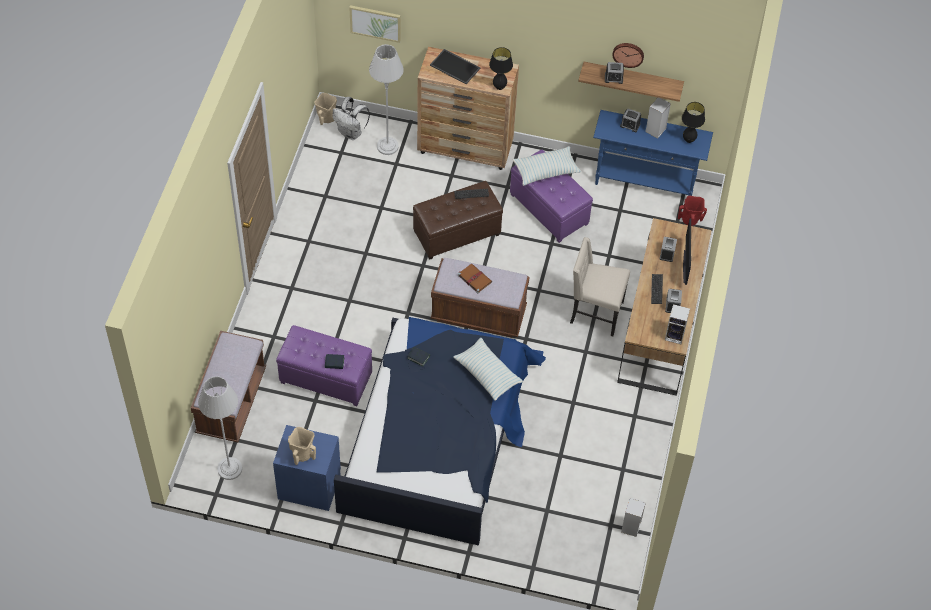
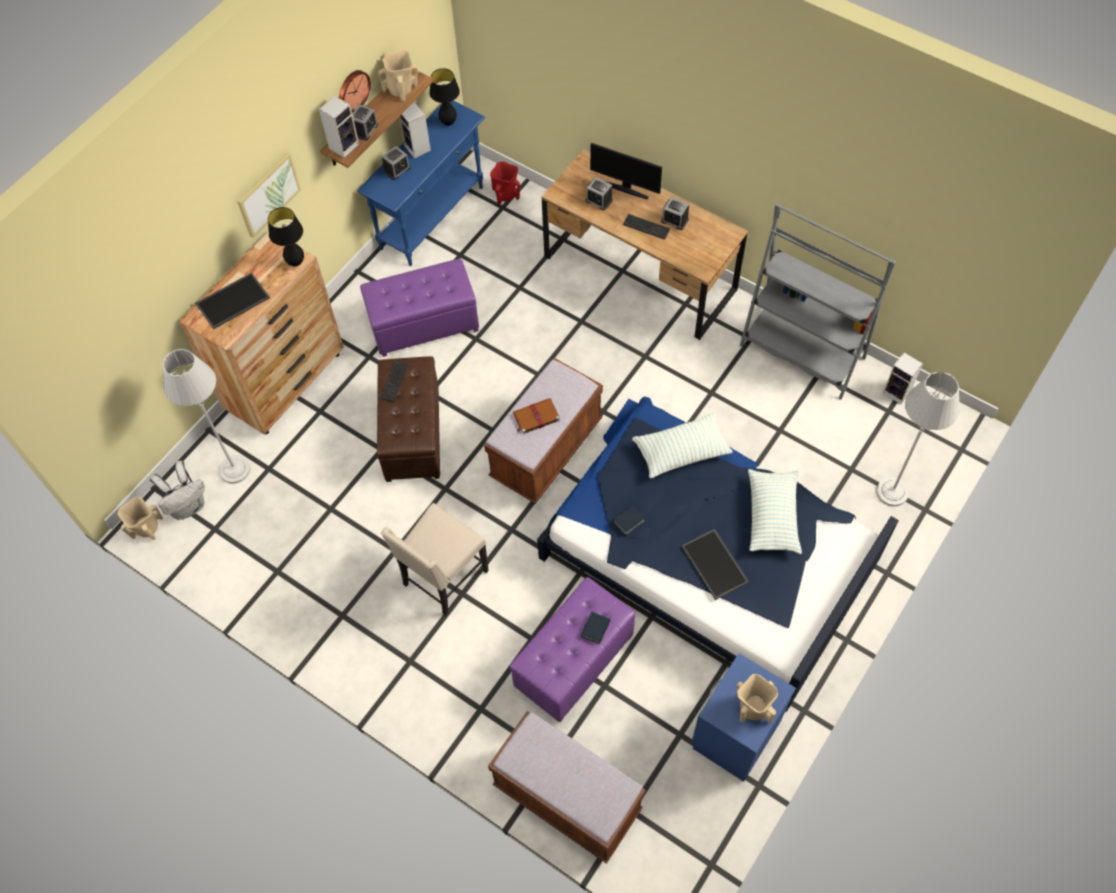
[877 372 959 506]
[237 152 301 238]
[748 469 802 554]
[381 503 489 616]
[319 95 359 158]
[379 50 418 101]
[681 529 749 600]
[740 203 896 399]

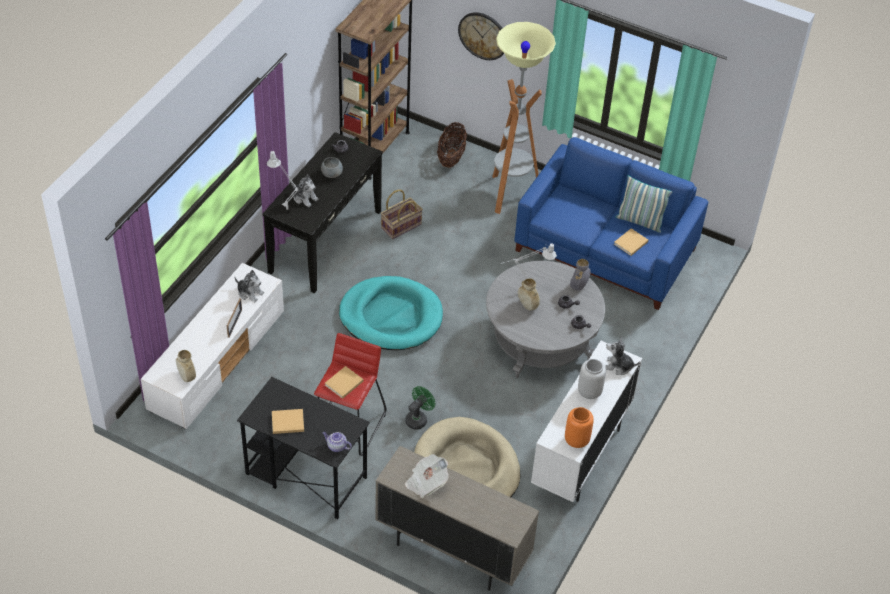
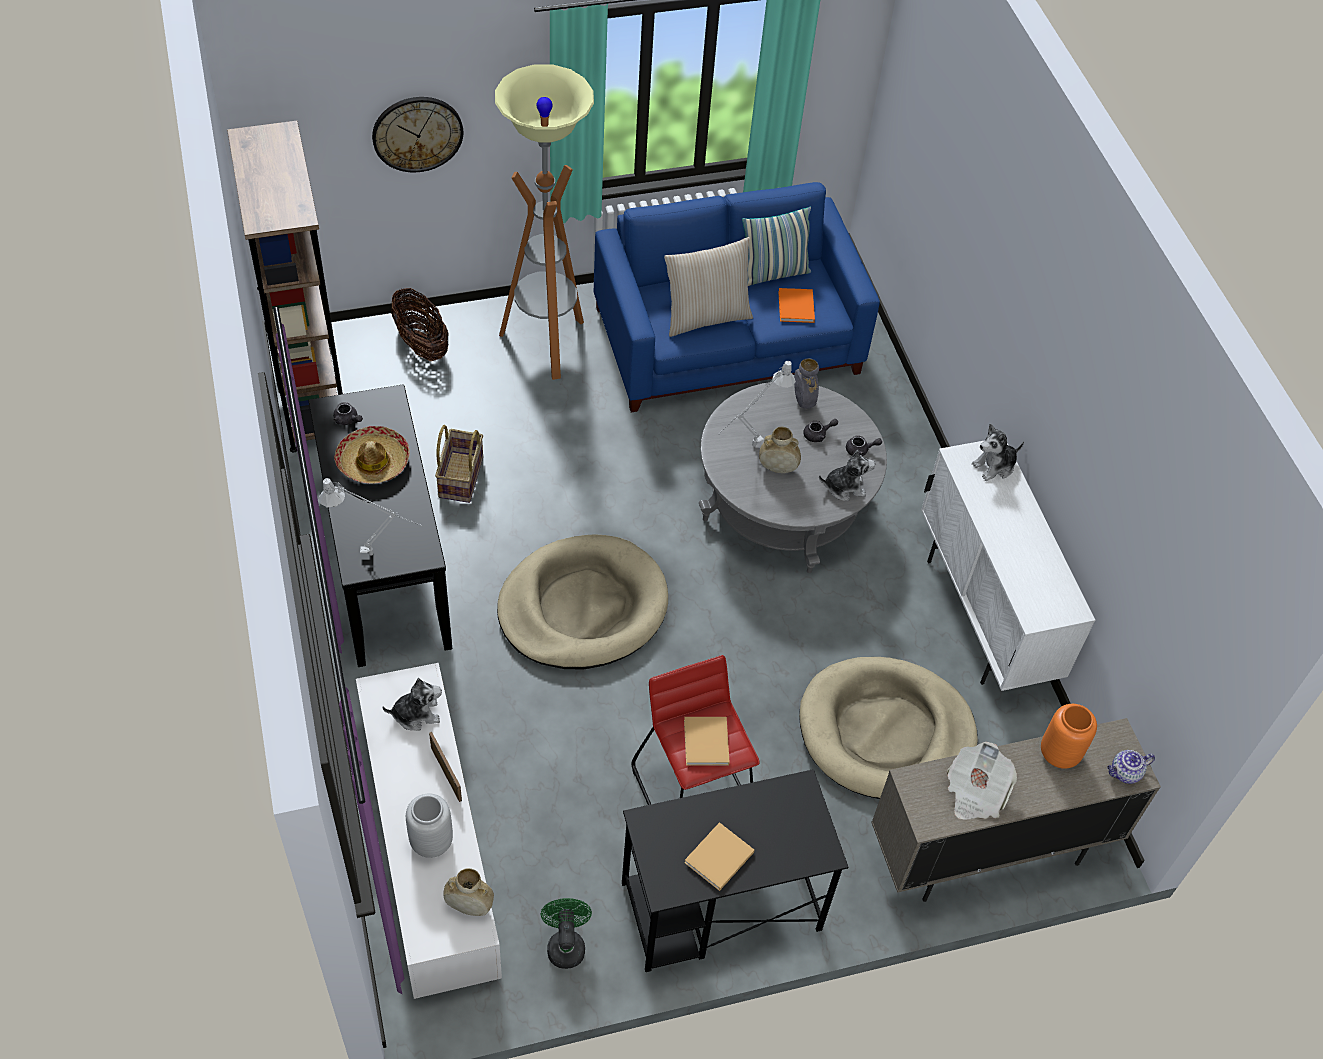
[819 450 875 501]
[334 426 410 484]
[1107 750 1155 784]
[497 534 668 669]
[541 898 592 969]
[1041 704 1097 769]
[406 794 453 858]
[778 288 815 323]
[664 237 753 337]

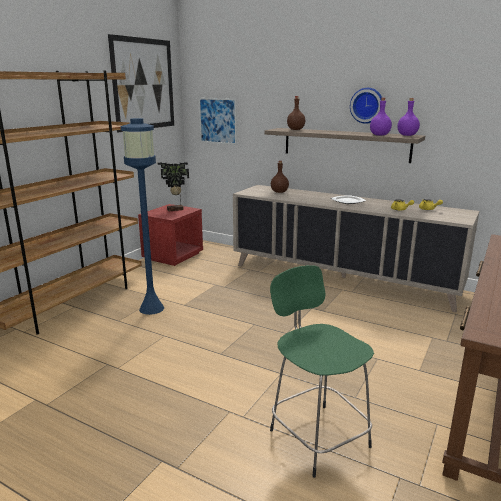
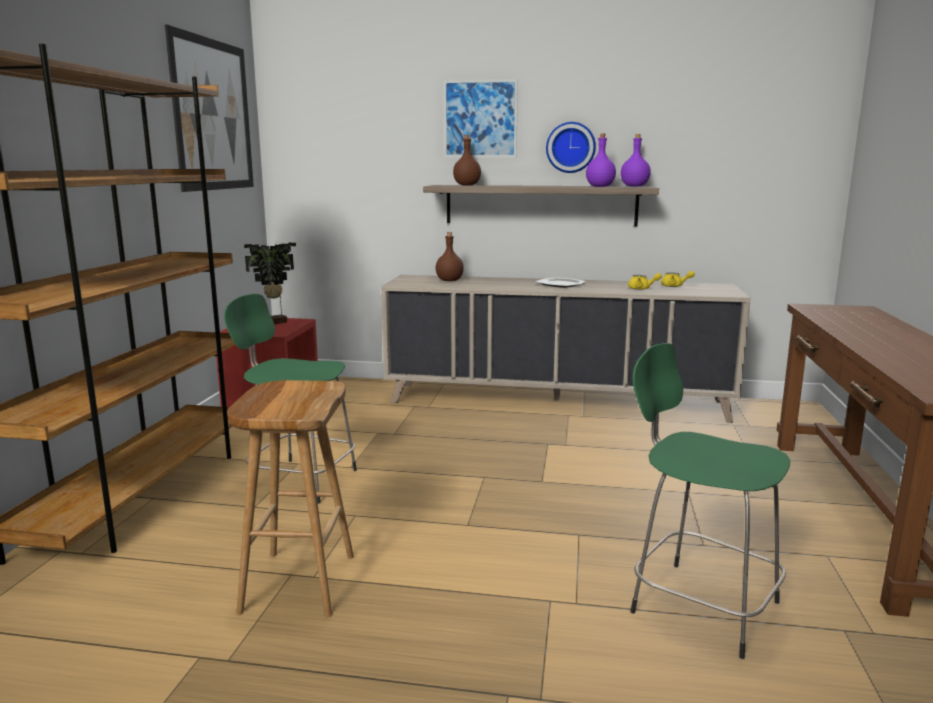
[224 294 357 504]
[444 79 518 157]
[227 380 354 617]

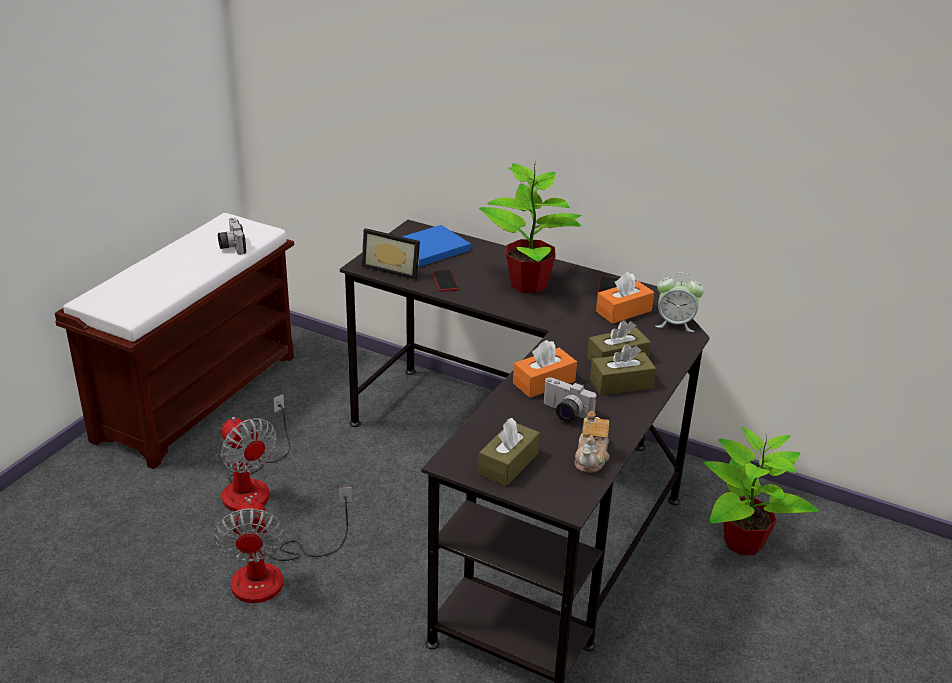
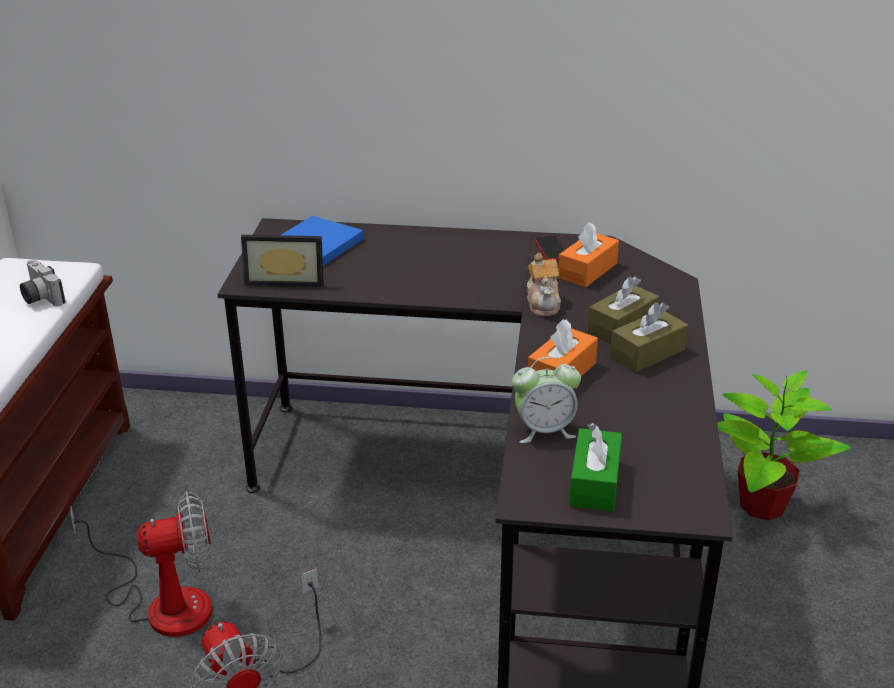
[71 491 212 637]
[432 270 459 291] (first image)
[569 423 622 511]
[479 160 582 293] (first image)
[544 377 597 422] (first image)
[527 253 561 316]
[512 357 581 443]

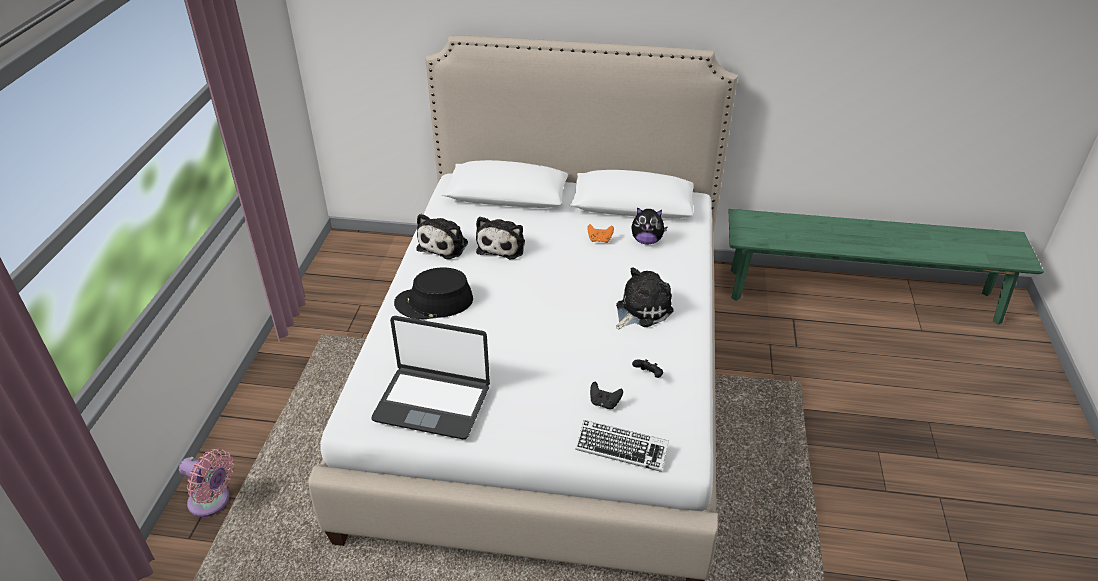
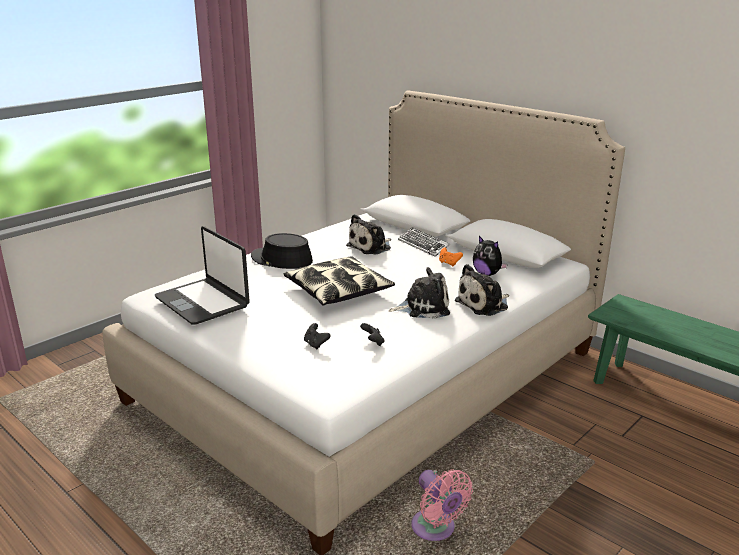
[411 469 473 541]
[454 264 509 316]
[398 227 450 257]
[283 256 395 306]

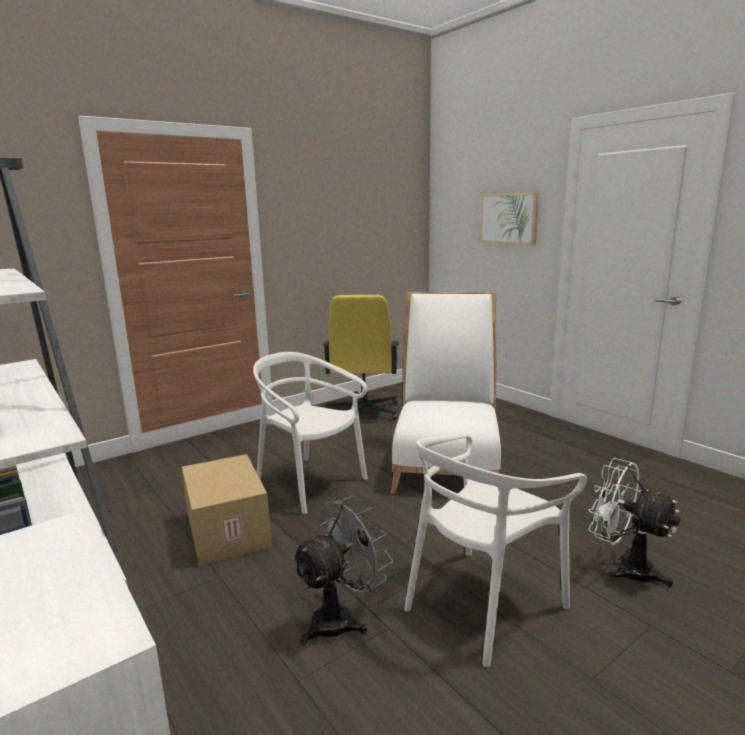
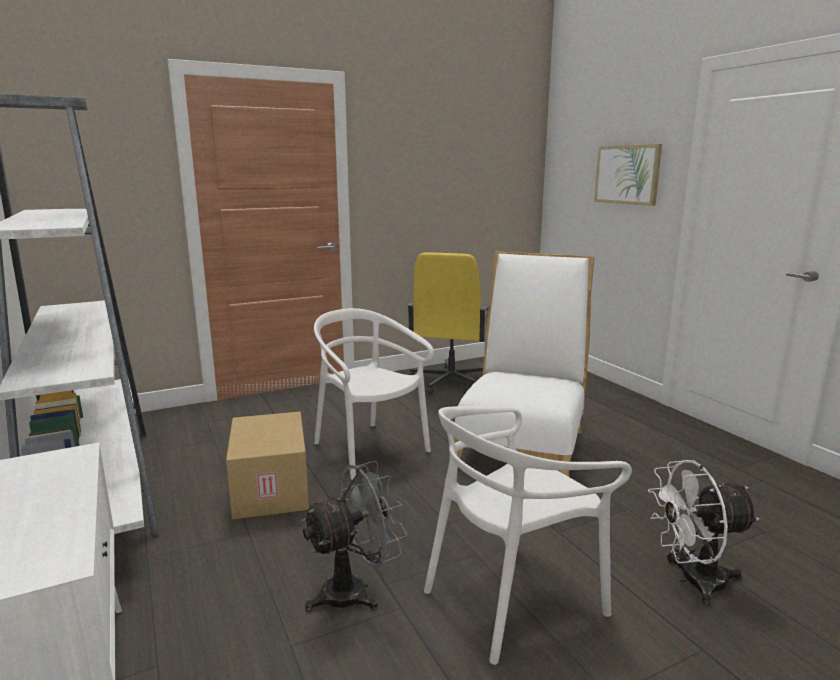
[648 460 759 606]

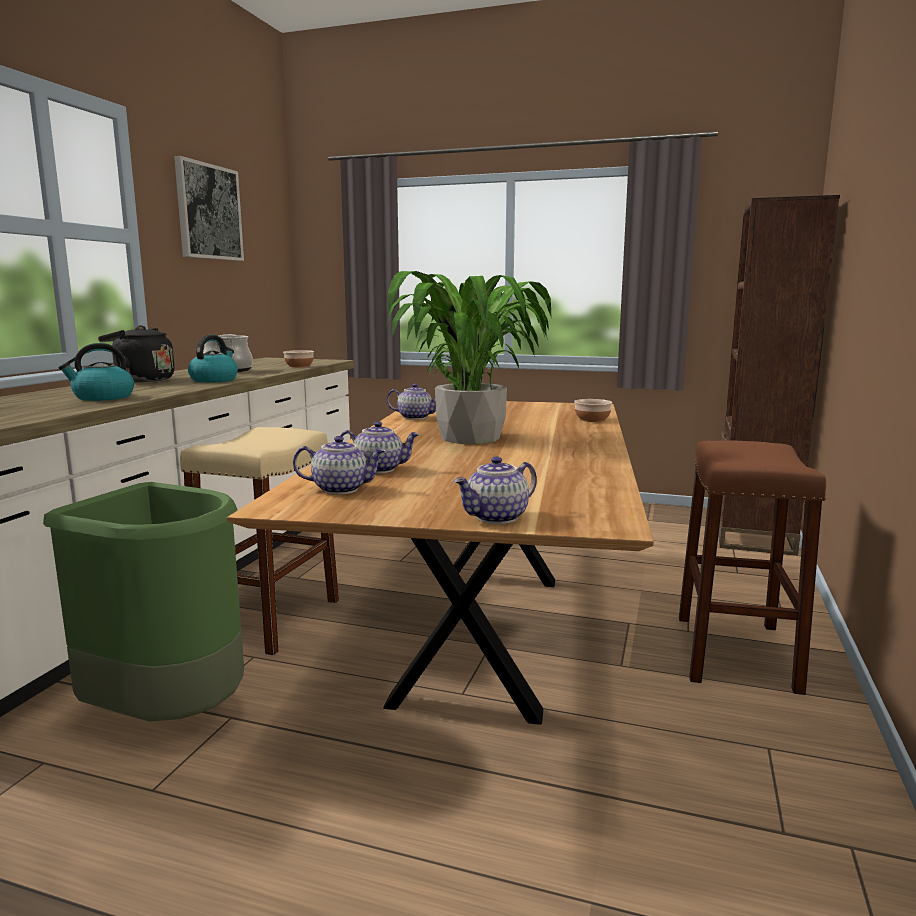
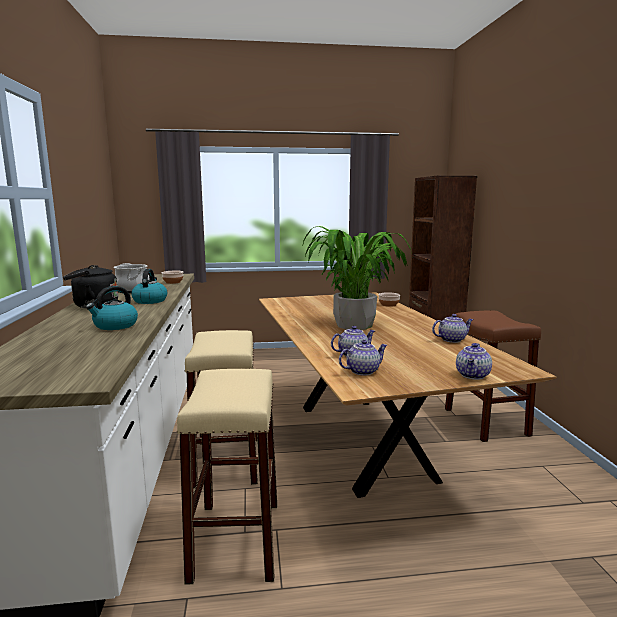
[177 369 277 585]
[174 156 244 261] (first image)
[432 314 473 343]

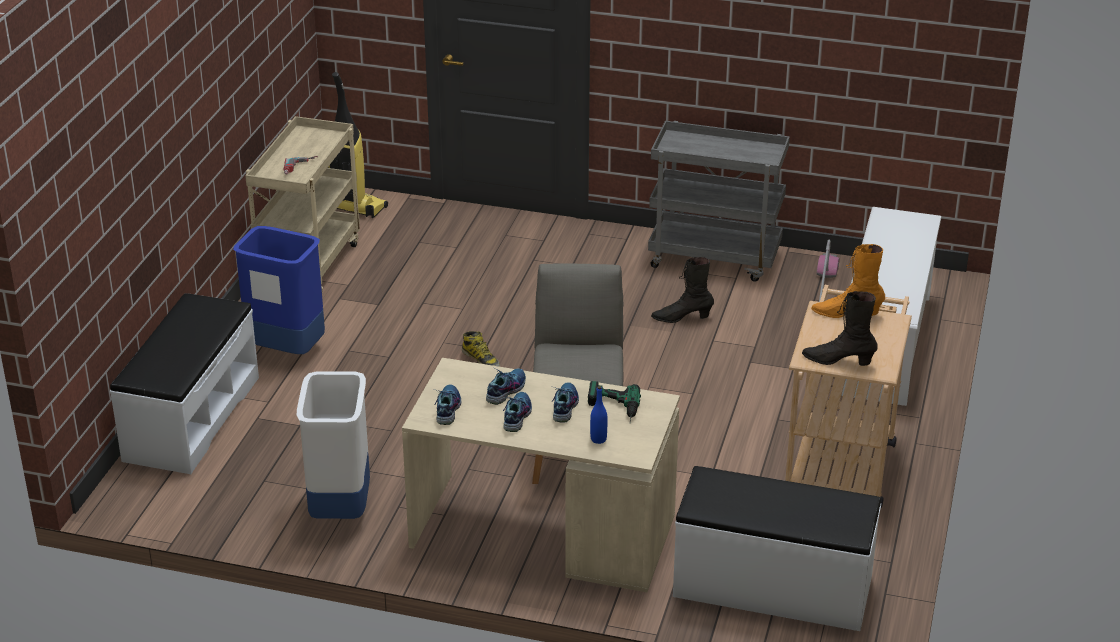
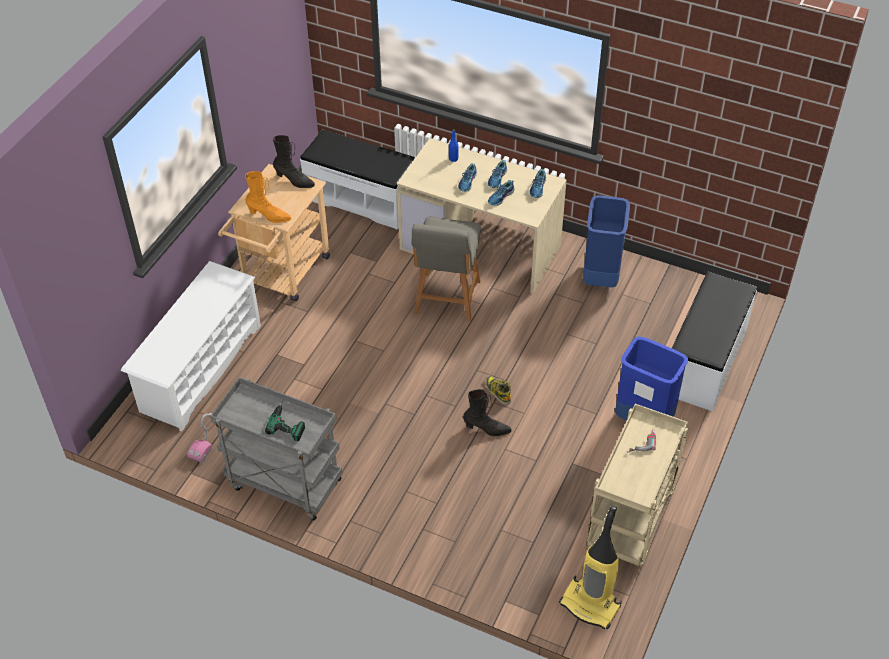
[583 195 630 287]
[265 401 305 441]
[463 389 512 436]

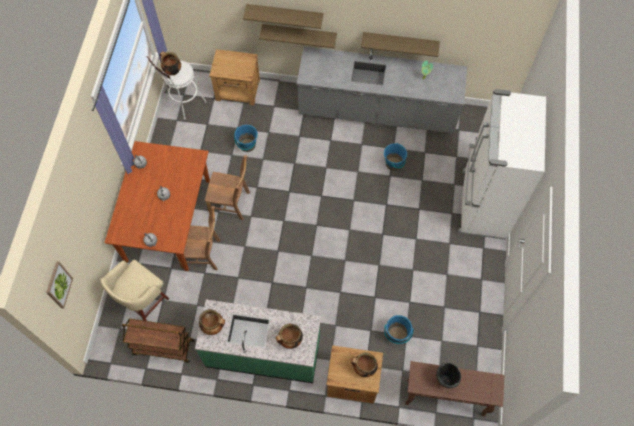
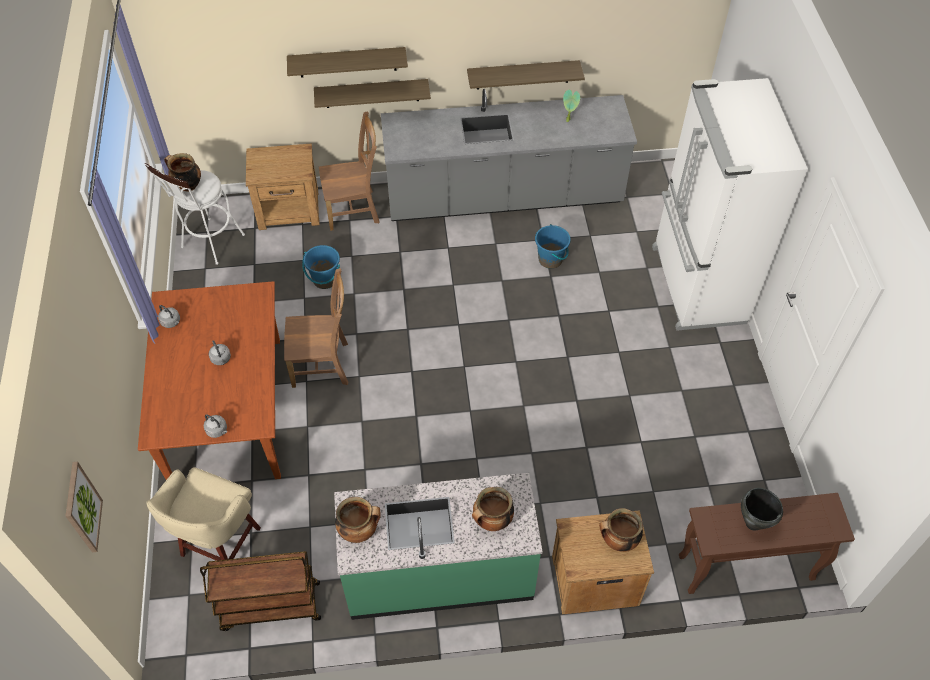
[319 111 380 231]
[384 315 414 344] (first image)

